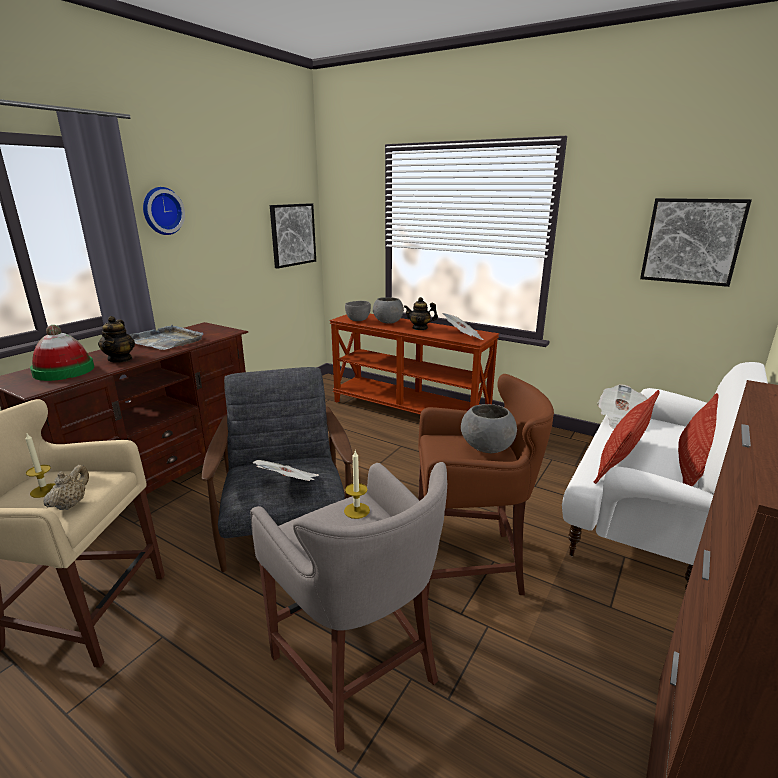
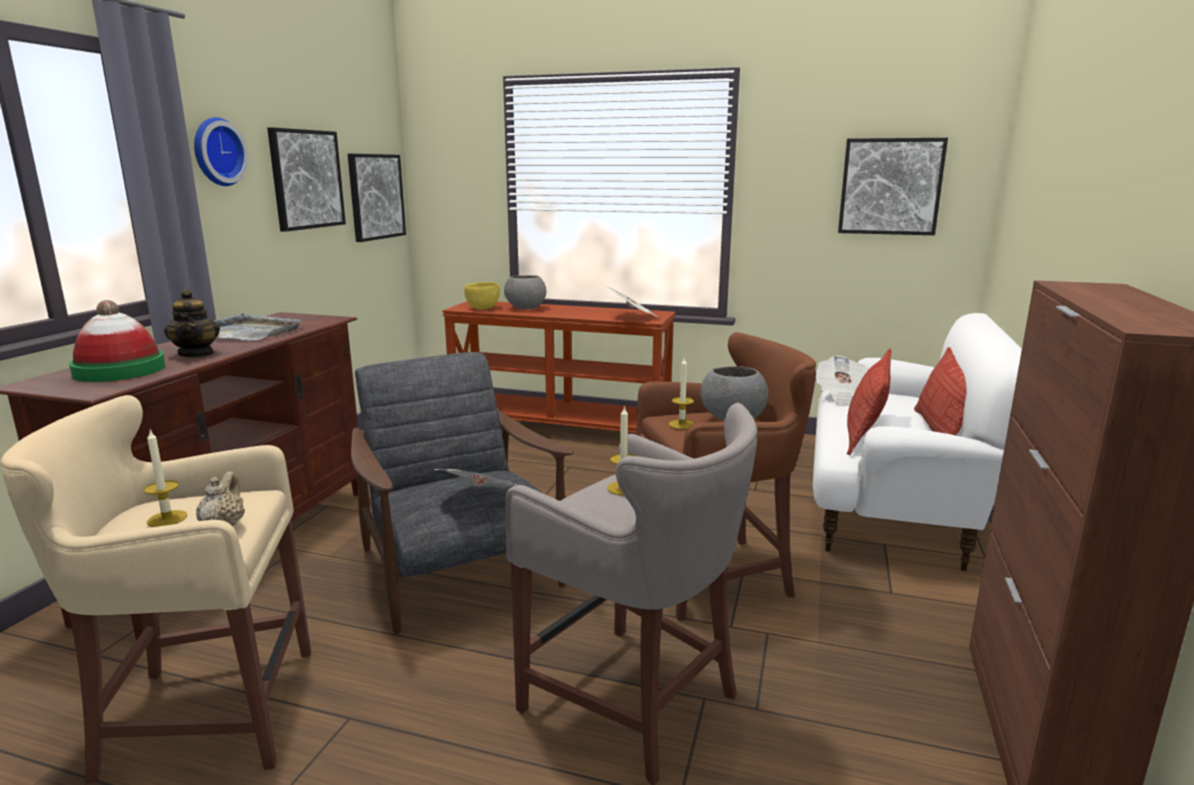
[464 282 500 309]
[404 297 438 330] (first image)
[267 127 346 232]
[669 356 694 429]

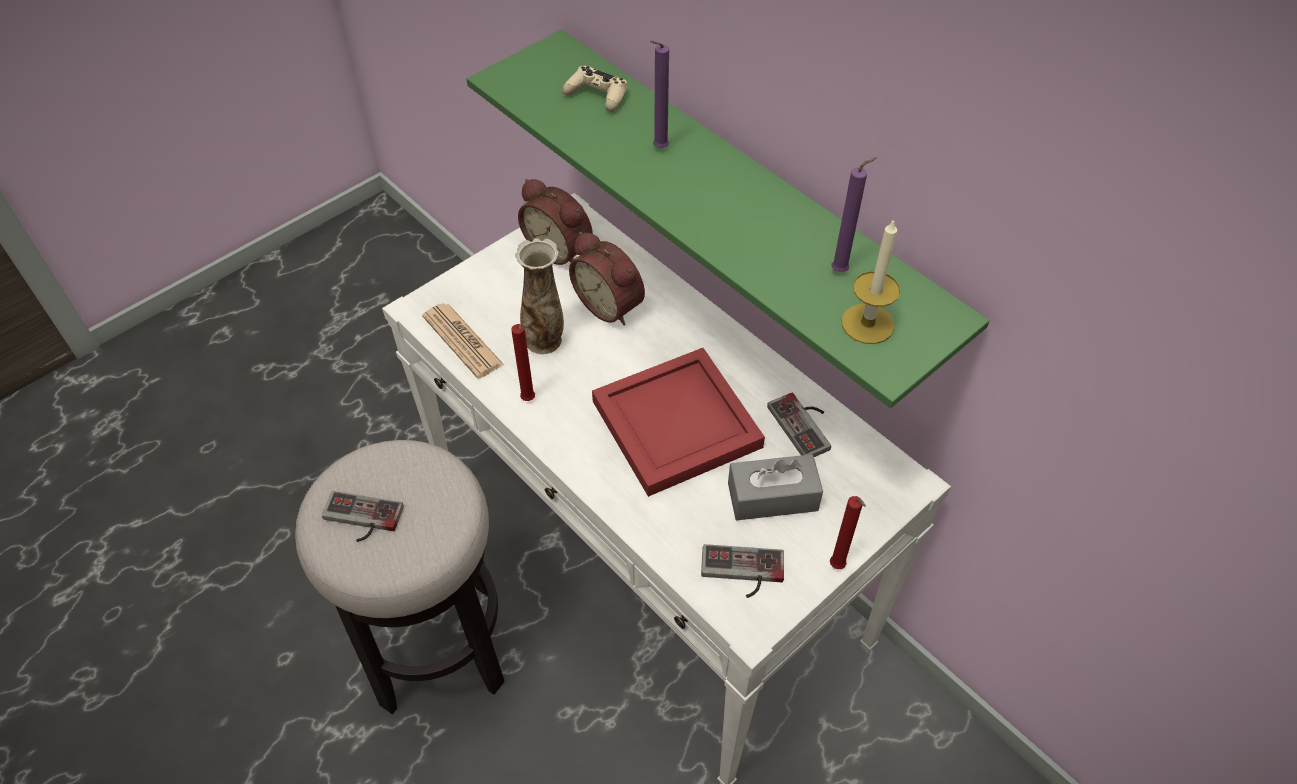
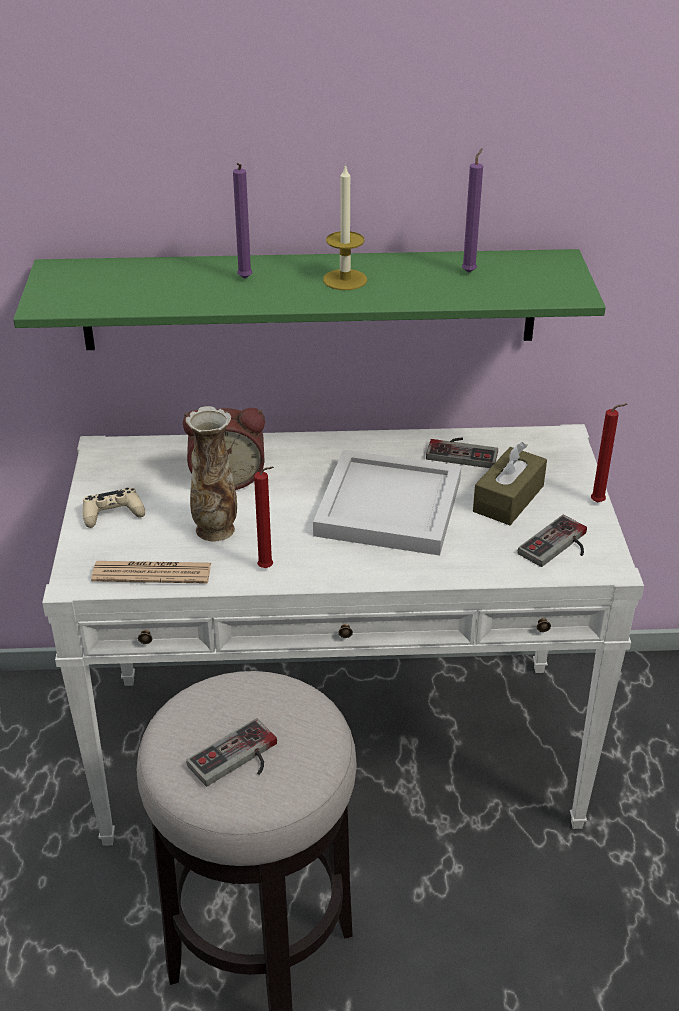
[518 179 593 265] (first image)
[83 488 145 528]
[313 450 461 556]
[473 442 547 525]
[323 164 367 290]

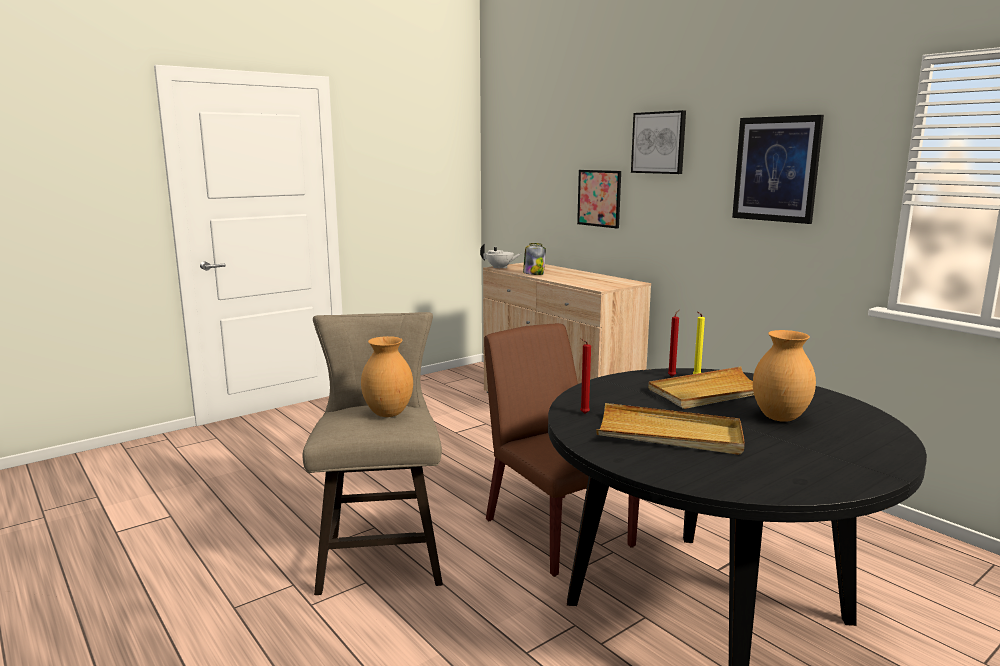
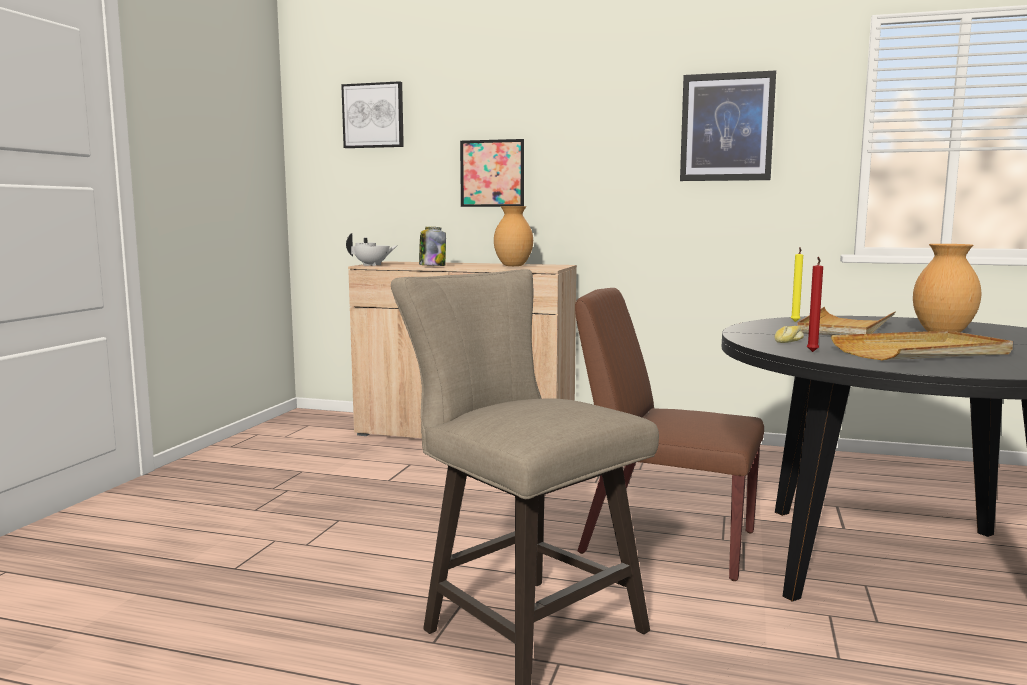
[494 206 533 266]
[341 81 404 148]
[668 309 680 377] (first image)
[774 326 804 343]

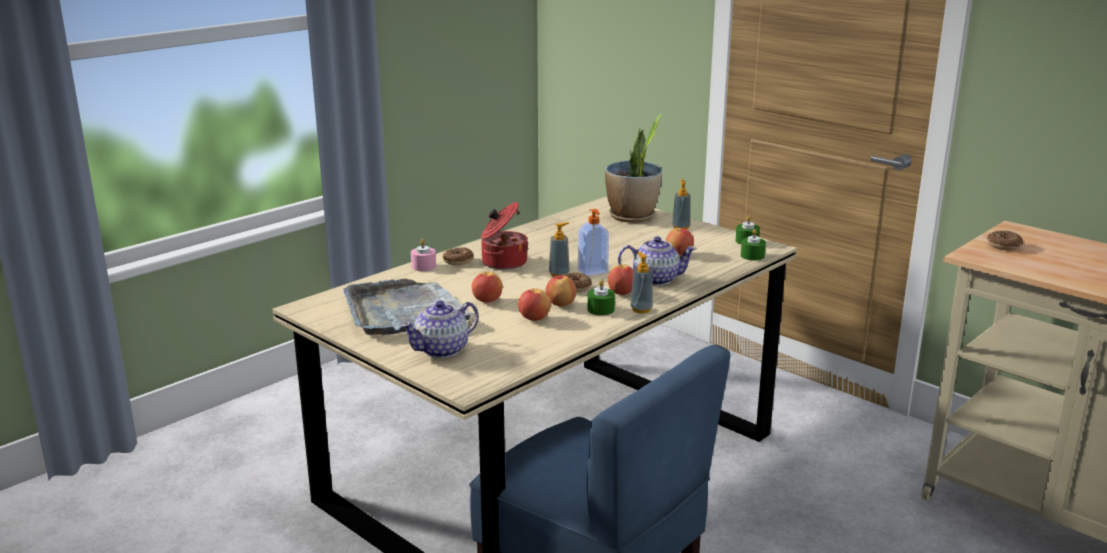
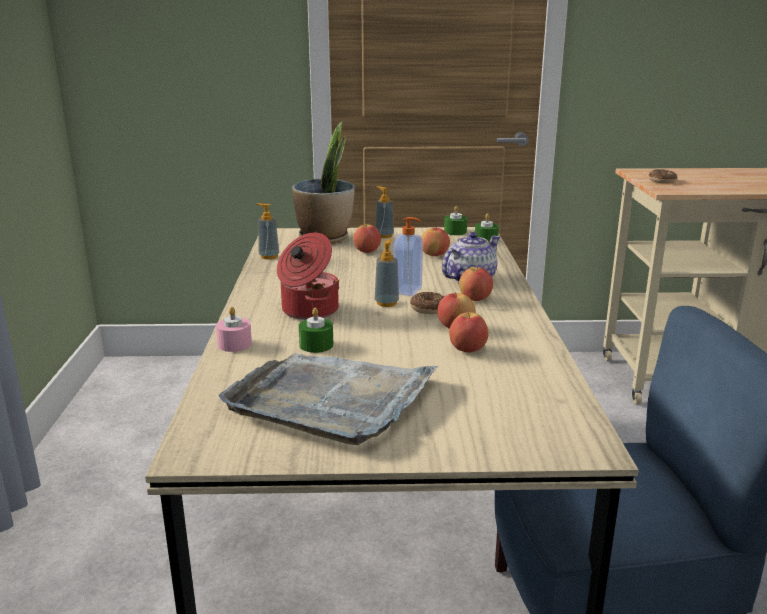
[400 300 479 358] (first image)
[443 247 474 265] (first image)
[353 224 381 253]
[299 307 333 353]
[256 203 279 259]

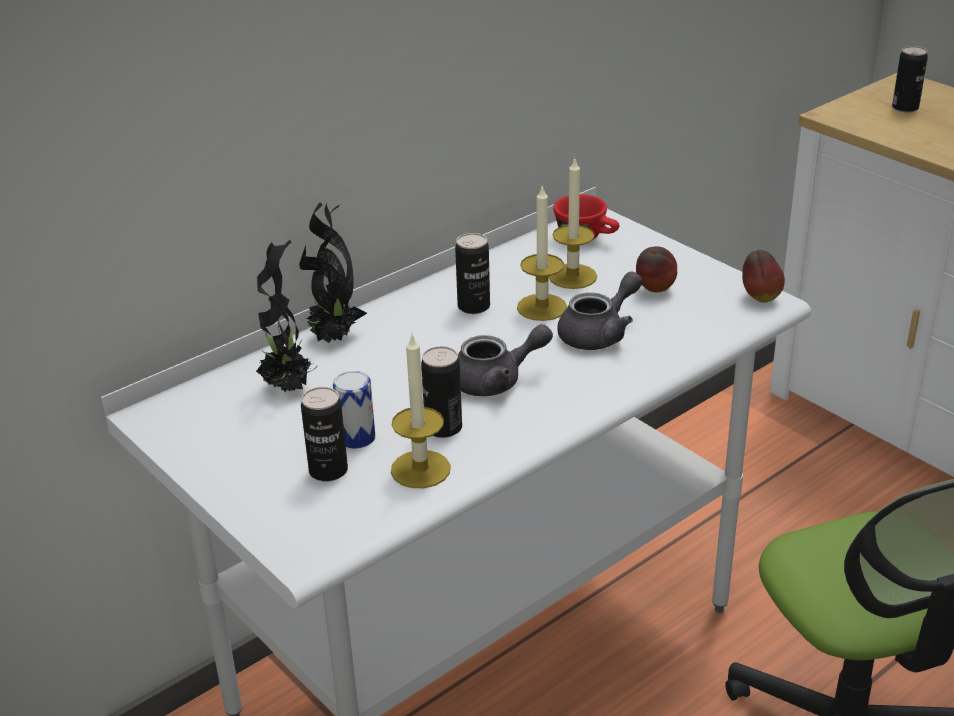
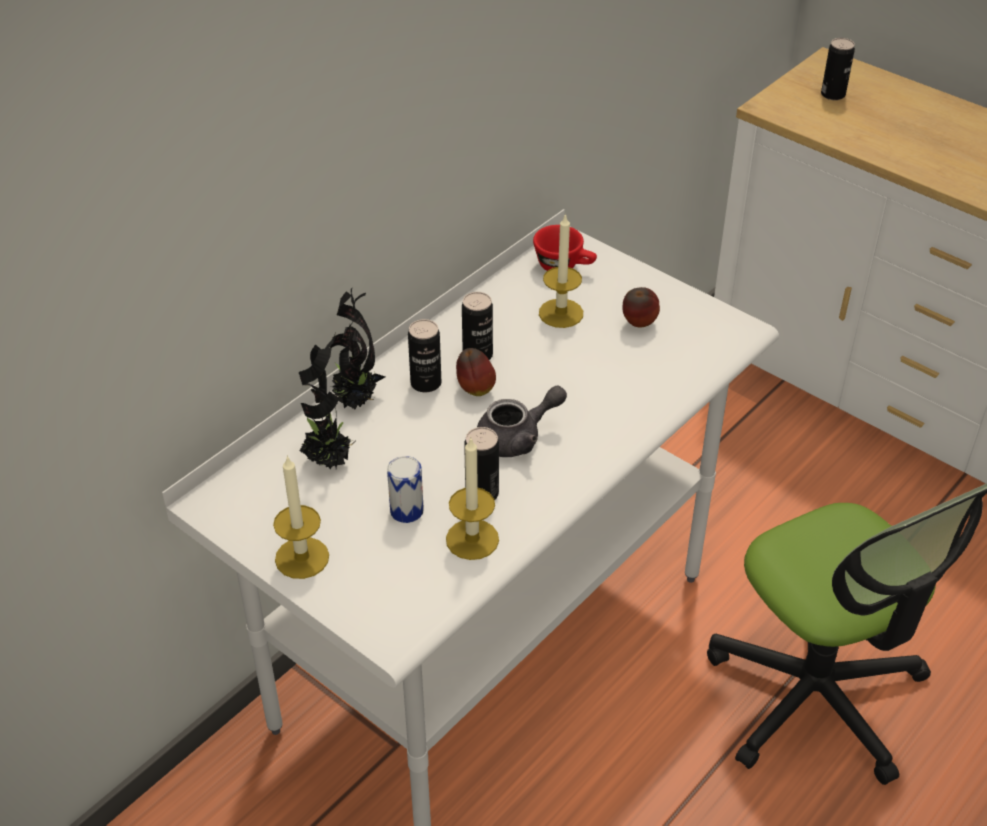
[408 319 441 392]
[273 455 329 579]
[557 271 642 350] (first image)
[456 348 496 396]

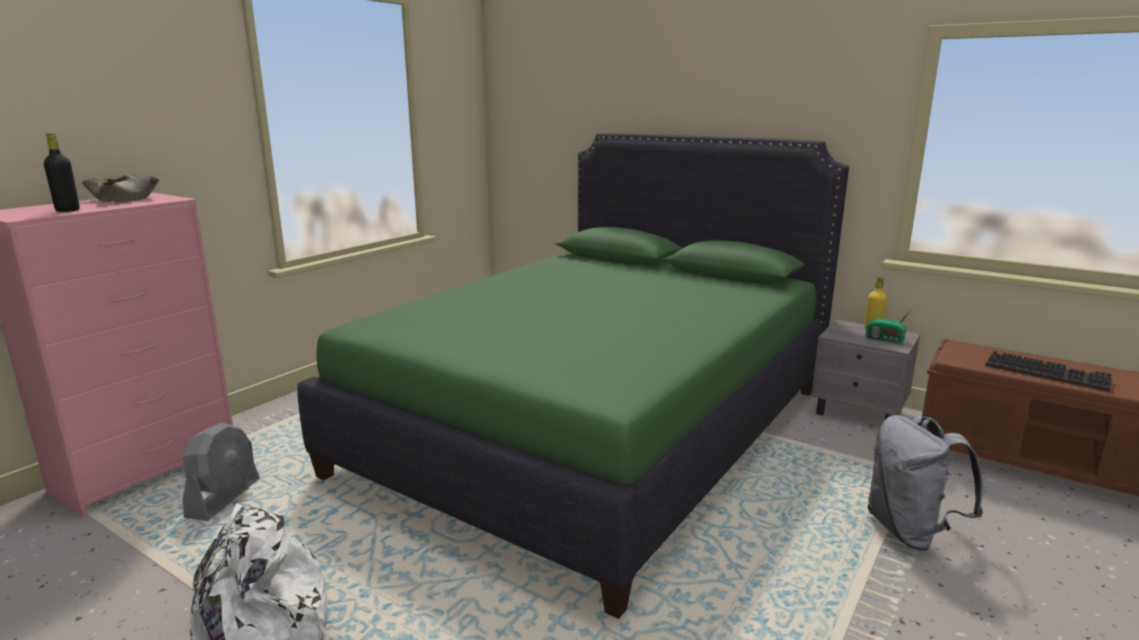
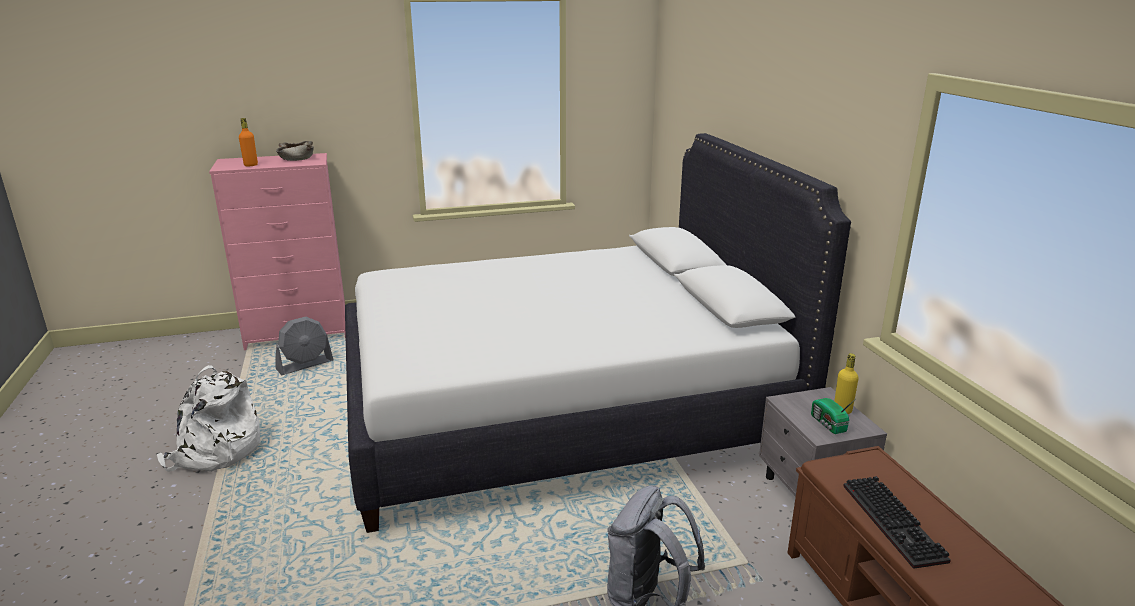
[239 118 258 166]
[345 133 851 533]

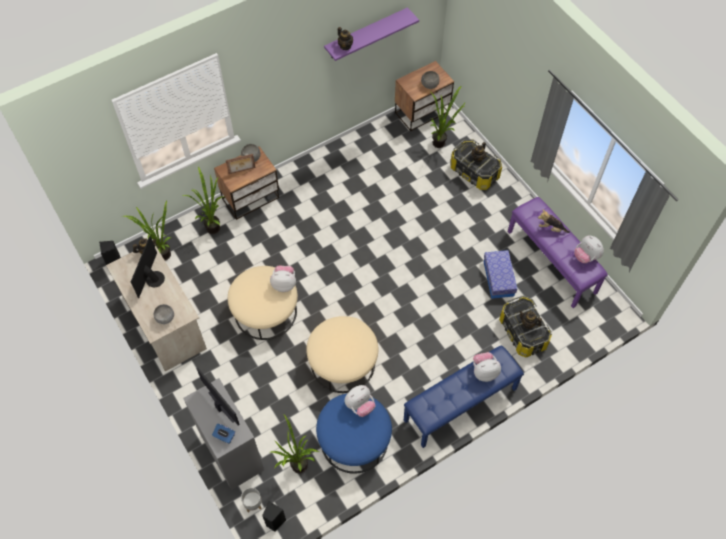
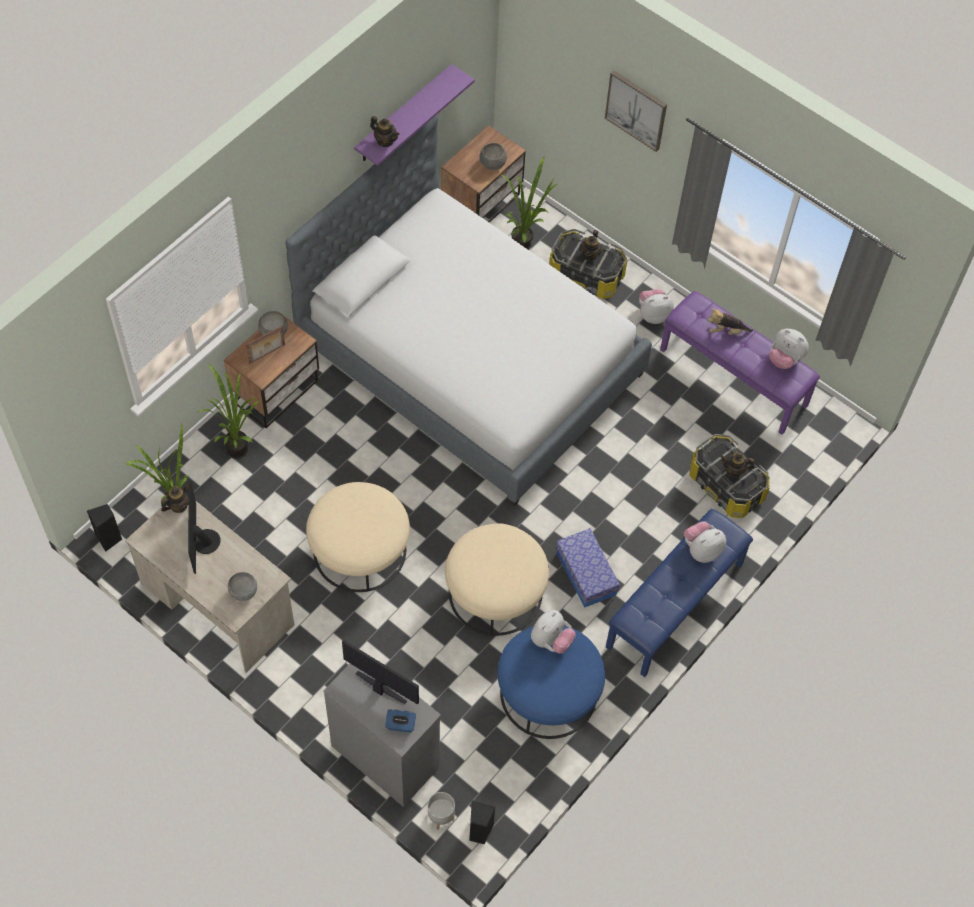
[639 288 674 324]
[271 414 319 473] (first image)
[556 528 620 608]
[285 116 652 507]
[605 70 667 152]

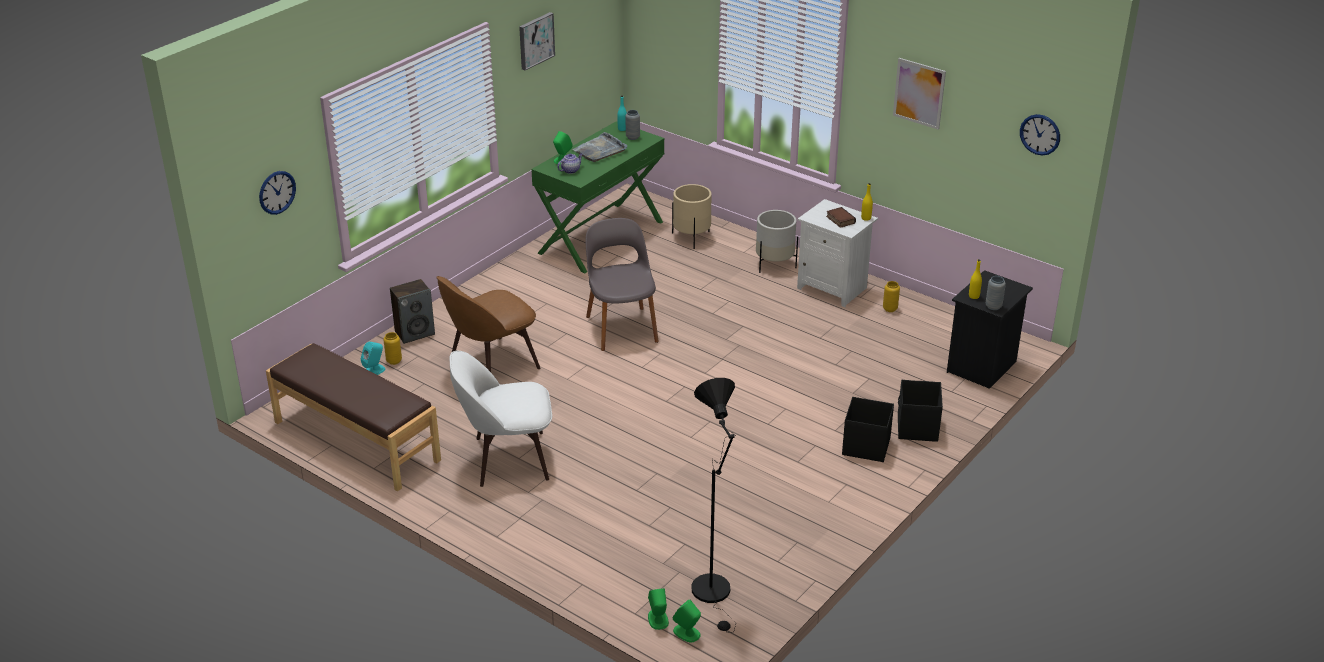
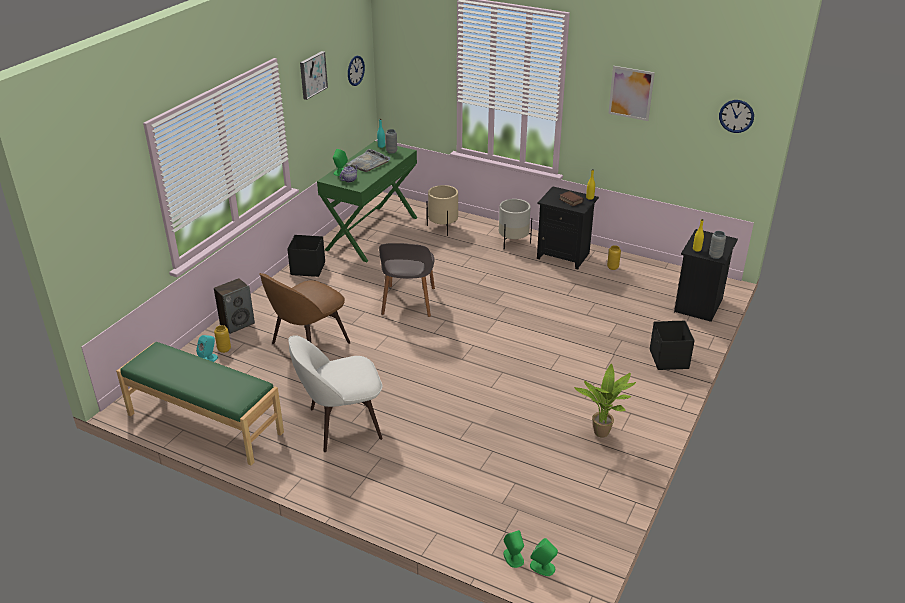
[348 56 365 86]
[116 342 284 465]
[379 243 435 317]
[691 378 736 633] (first image)
[537 187 599 269]
[287 235 325 277]
[574 364 636 438]

